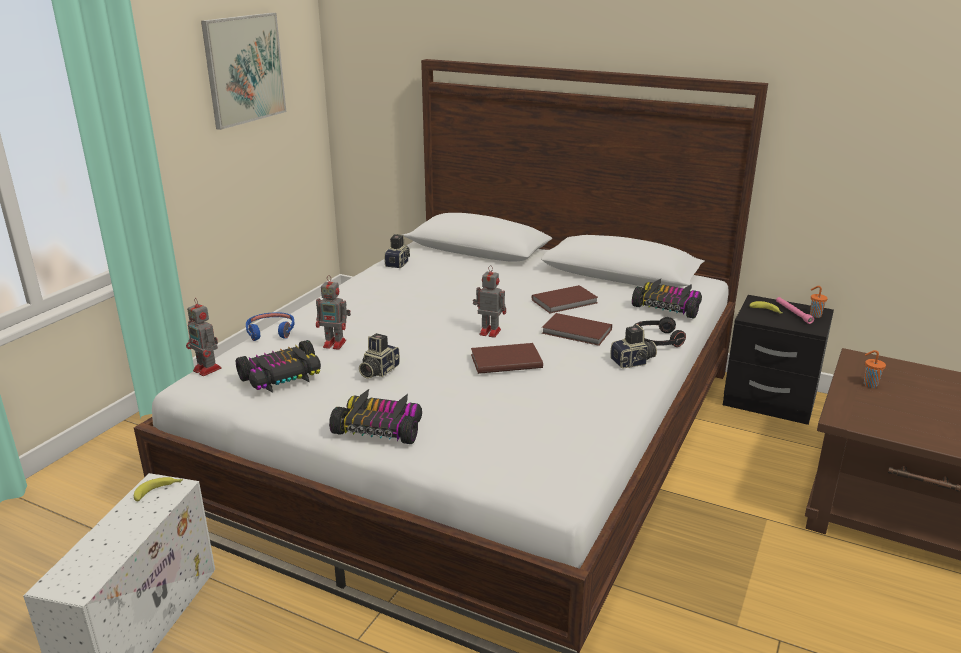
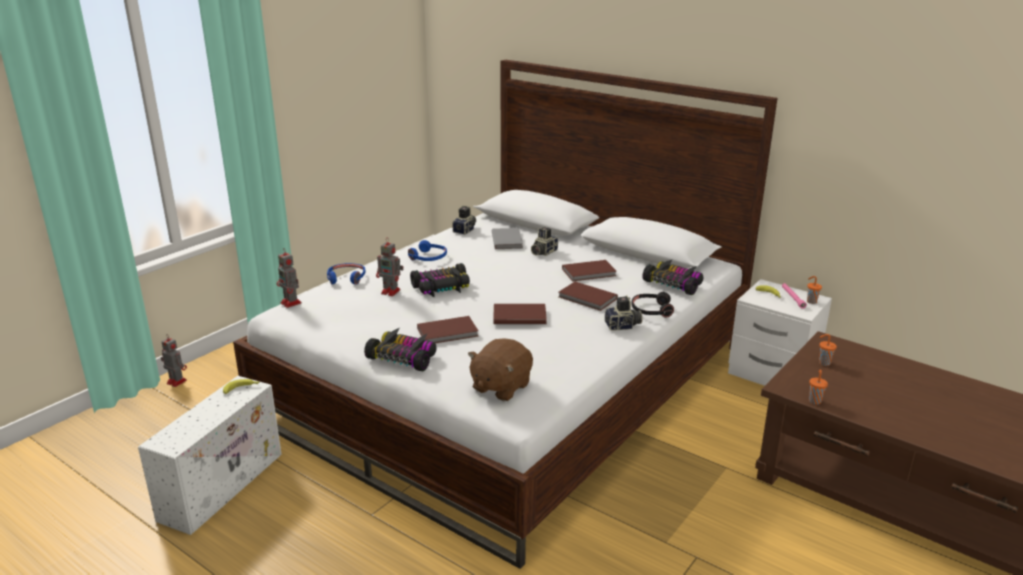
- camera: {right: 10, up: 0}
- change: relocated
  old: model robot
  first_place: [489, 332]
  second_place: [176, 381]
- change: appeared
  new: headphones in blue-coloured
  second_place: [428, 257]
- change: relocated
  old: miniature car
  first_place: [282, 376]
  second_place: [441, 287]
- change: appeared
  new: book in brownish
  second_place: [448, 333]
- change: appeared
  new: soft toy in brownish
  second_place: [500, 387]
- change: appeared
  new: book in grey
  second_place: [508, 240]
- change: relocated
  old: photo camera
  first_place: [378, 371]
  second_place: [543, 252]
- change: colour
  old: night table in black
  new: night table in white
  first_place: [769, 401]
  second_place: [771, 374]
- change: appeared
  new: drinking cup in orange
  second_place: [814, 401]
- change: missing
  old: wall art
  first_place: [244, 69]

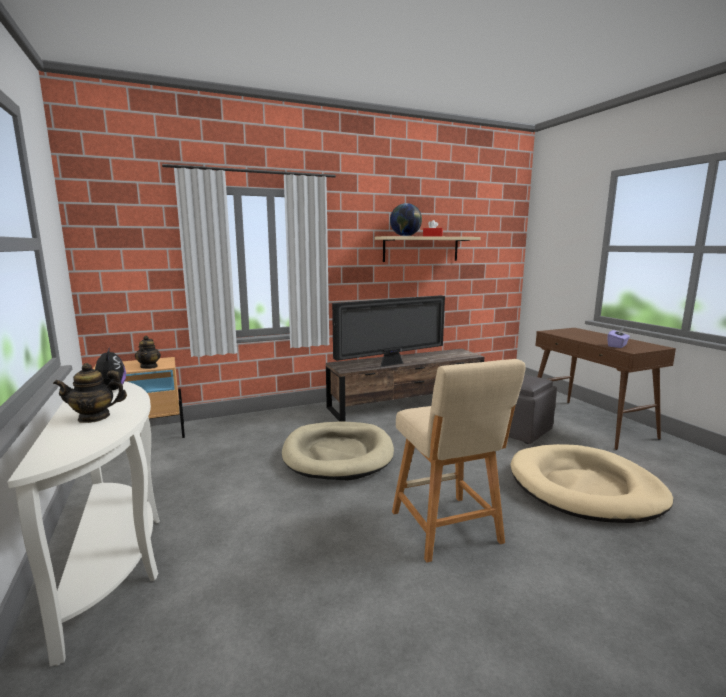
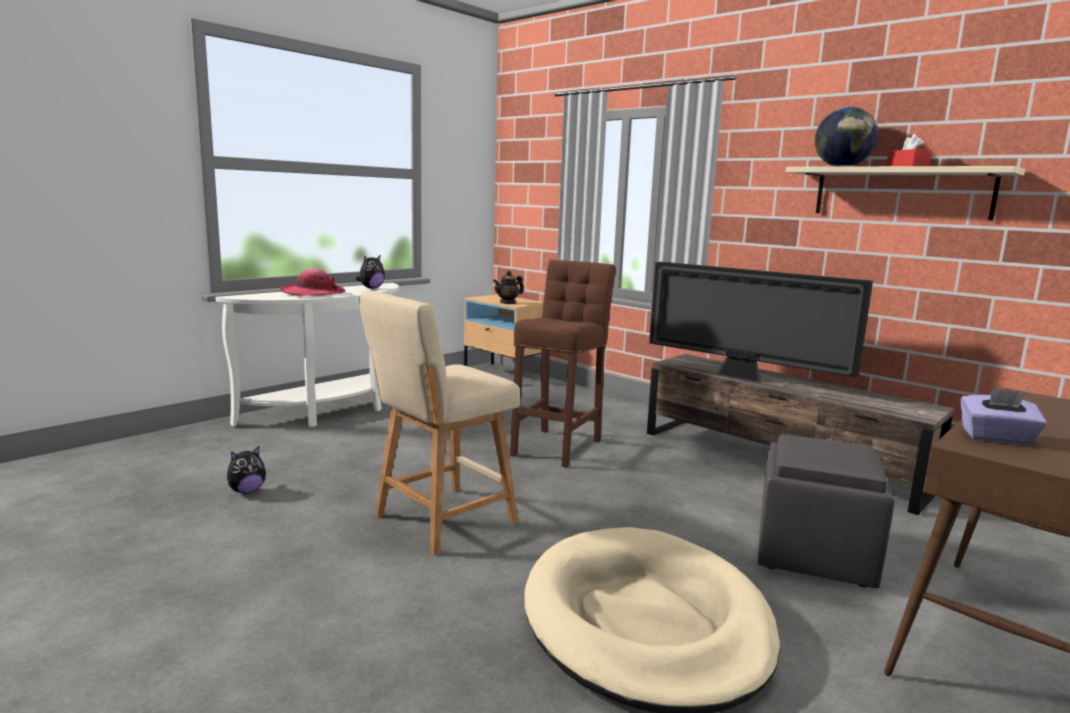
- camera: {right: 65, up: 0}
- change: appeared
  new: soft toy
  second_place: [247, 491]
- change: exchanged
  old: pot for tea
  new: hat
  first_place: [94, 417]
  second_place: [312, 293]
- change: exchanged
  old: pet bed in beige
  new: stool in brownish
  first_place: [338, 454]
  second_place: [558, 446]

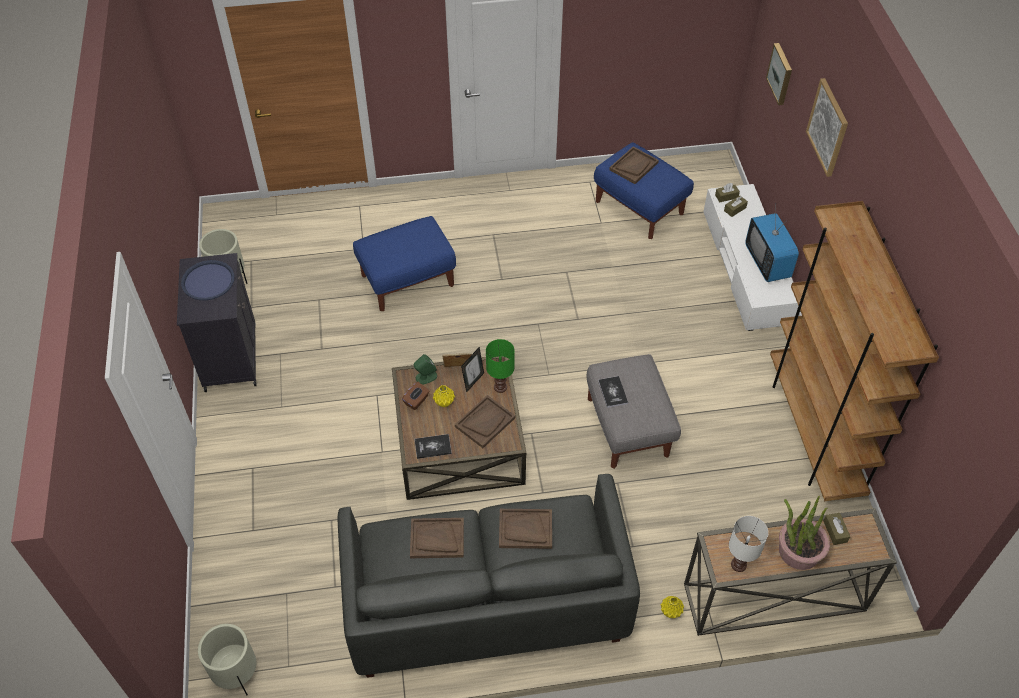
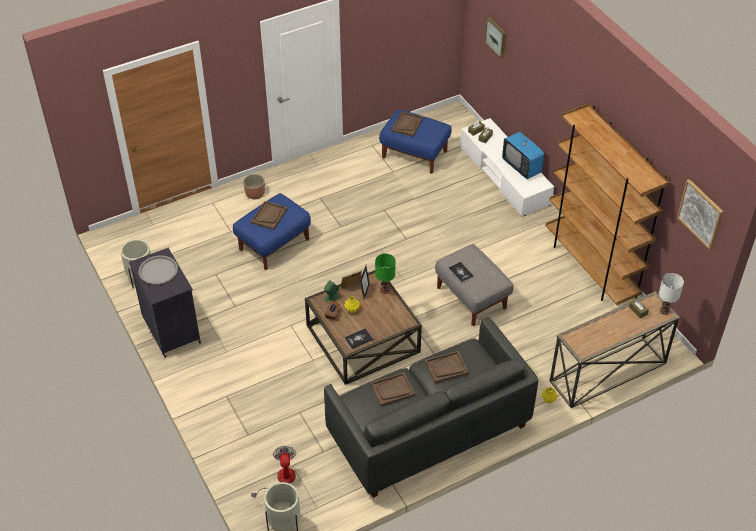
- camera: {right: -20, up: -5}
- change: colour
  old: carrying tray in blue-coloured
  new: carrying tray in grey
  first_place: [208, 281]
  second_place: [158, 270]
- change: appeared
  new: plant pot
  second_place: [255, 194]
- change: relocated
  old: carrying tray in brownish
  first_place: [485, 422]
  second_place: [269, 216]
- change: appeared
  new: electric fan
  second_place: [281, 480]
- change: relocated
  old: tabletop lamp in white
  first_place: [738, 565]
  second_place: [664, 311]
- change: relocated
  old: wall art
  first_place: [828, 127]
  second_place: [701, 214]
- change: missing
  old: potted plant
  first_place: [798, 551]

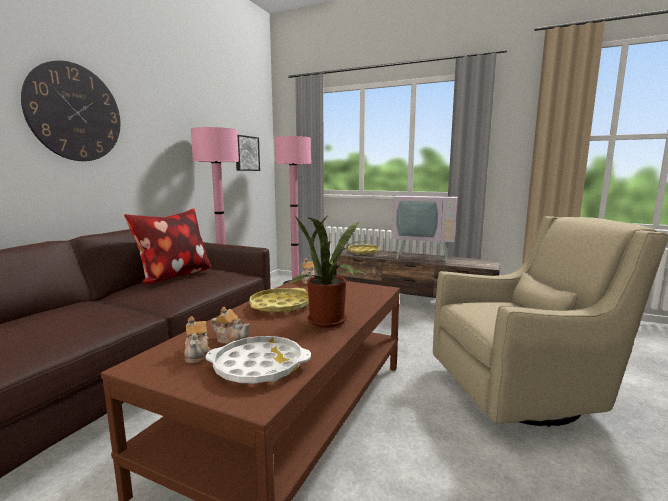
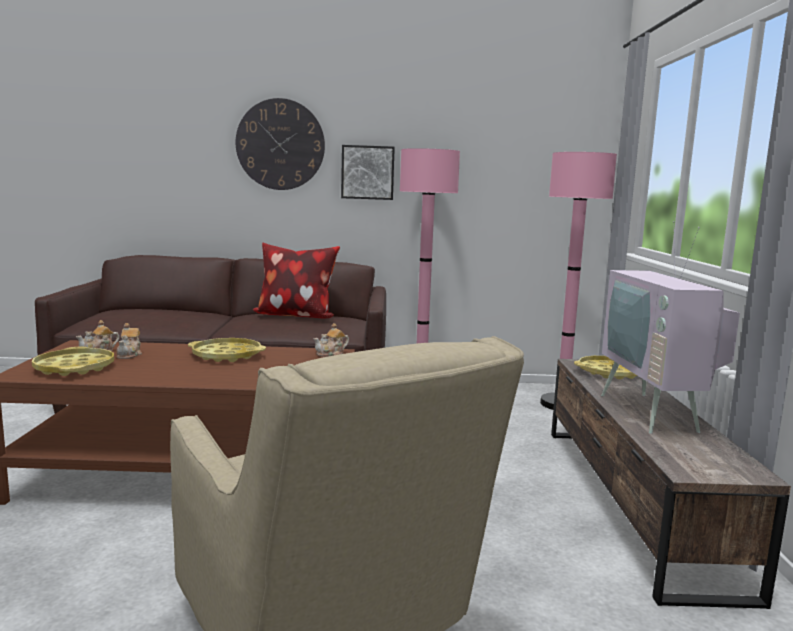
- camera: {right: 65, up: 0}
- change: colour
  old: carrying tray in white
  new: carrying tray in yellow-coloured
  first_place: [259, 366]
  second_place: [75, 368]
- change: relocated
  old: wall art
  first_place: [246, 153]
  second_place: [367, 172]
- change: missing
  old: potted plant
  first_place: [330, 322]

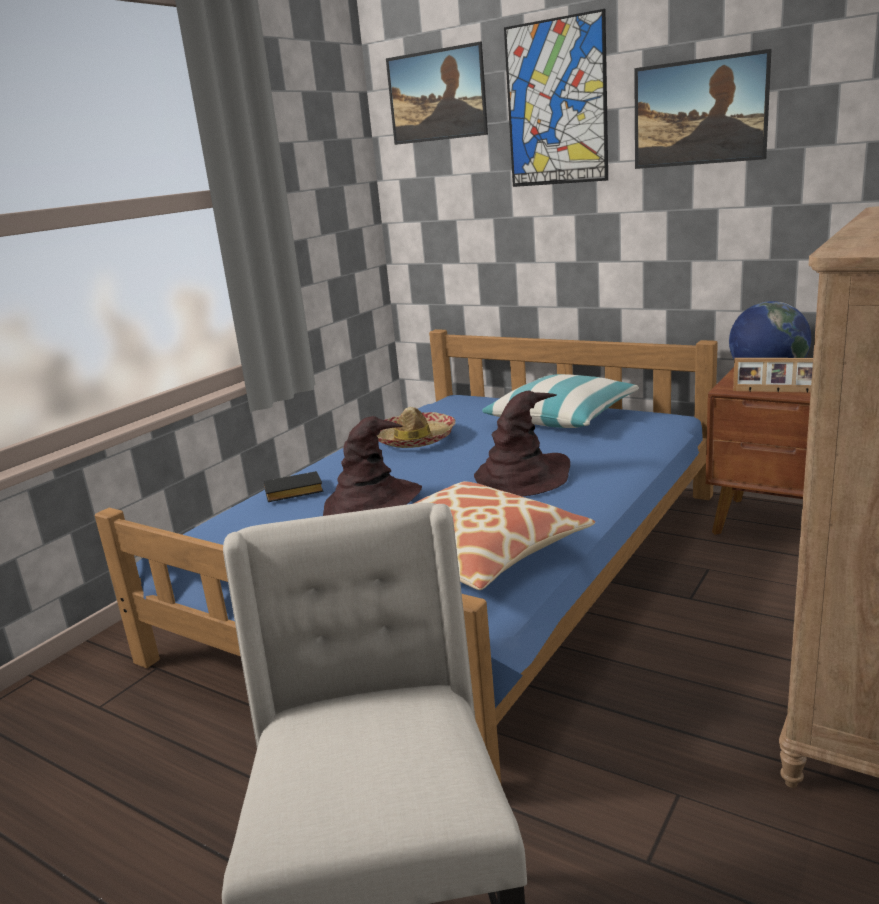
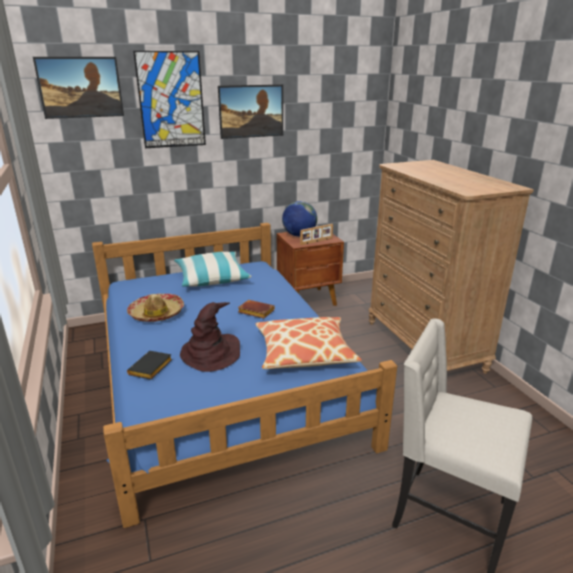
- camera: {right: -55, up: 5}
- change: exchanged
  old: hat in brownish
  new: book in brownish
  first_place: [522, 477]
  second_place: [255, 312]

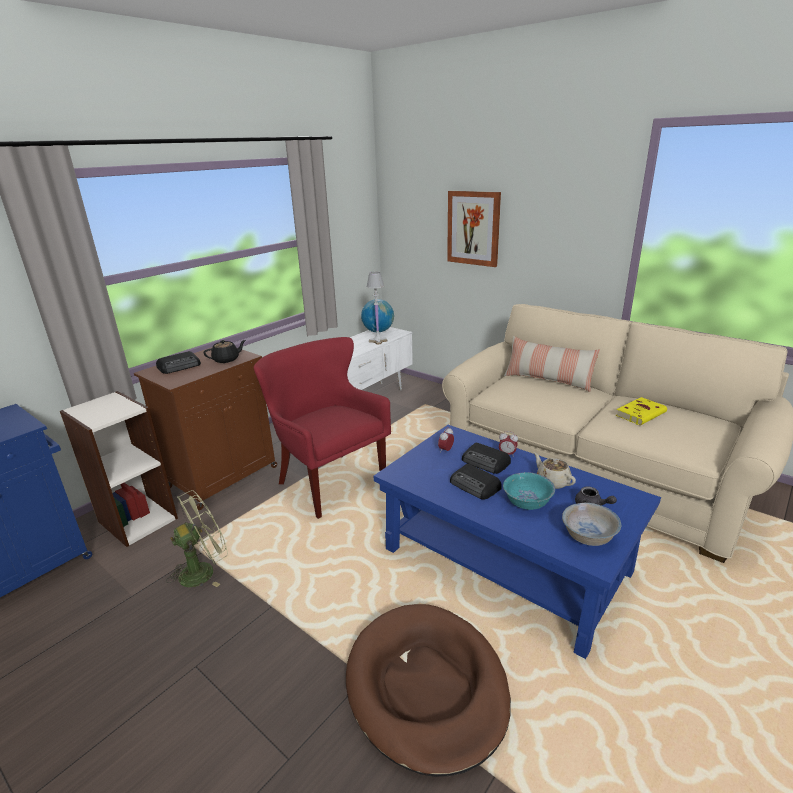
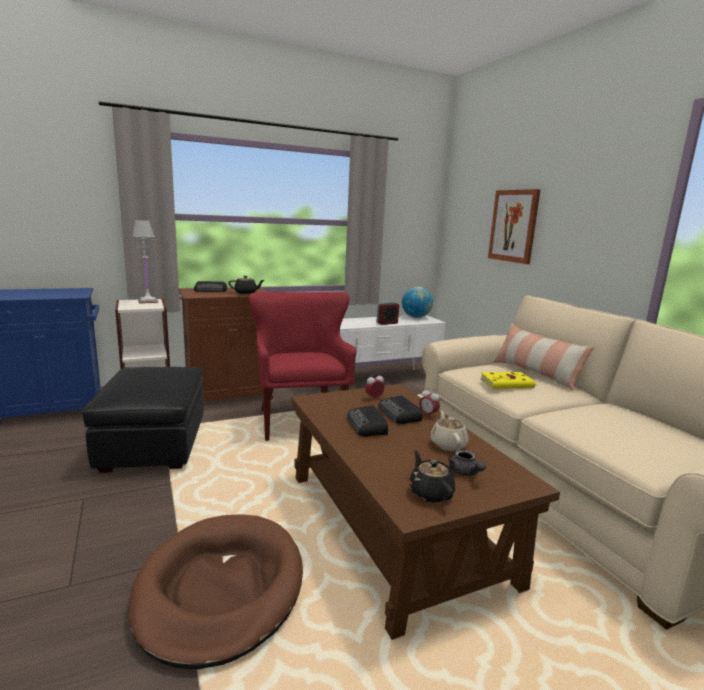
- camera: {right: 25, up: -10}
- change: exchanged
  old: electric fan in green-coloured
  new: footrest in black
  first_place: [204, 570]
  second_place: [153, 445]
- change: relocated
  old: tabletop lamp in white
  first_place: [378, 341]
  second_place: [148, 301]
- change: colour
  old: lounge table in blue-coloured
  new: lounge table in brownish
  first_place: [506, 560]
  second_place: [395, 526]
- change: appeared
  new: table clock
  second_place: [387, 323]
- change: exchanged
  old: serving bowl in white
  new: pot for tea in black
  first_place: [589, 536]
  second_place: [430, 492]
- change: relocated
  old: book in yellow-coloured
  first_place: [641, 414]
  second_place: [508, 384]
- change: missing
  old: serving bowl in turquoise
  first_place: [527, 502]

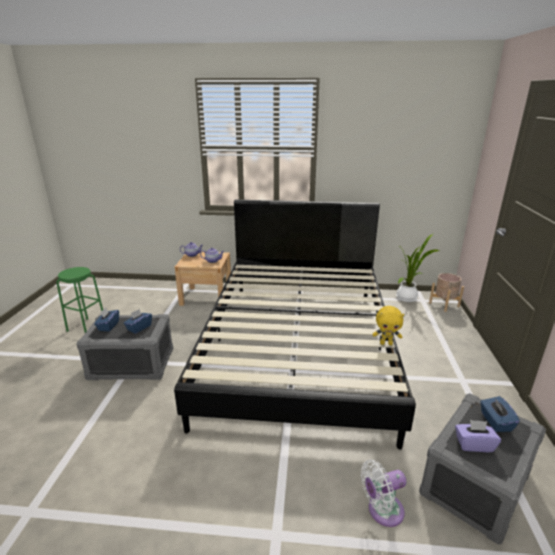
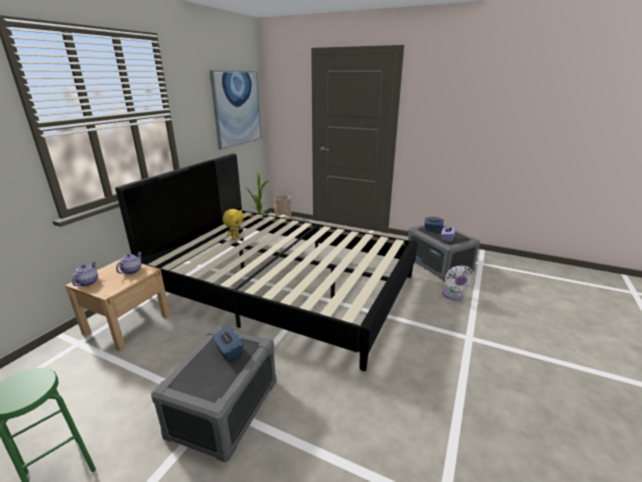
- camera: {right: -70, up: 0}
- change: appeared
  new: wall art
  second_place: [237, 108]
- change: relocated
  old: soft toy in yellow-coloured
  first_place: [386, 343]
  second_place: [235, 238]
- change: missing
  old: tissue holder in blue-coloured
  first_place: [108, 326]

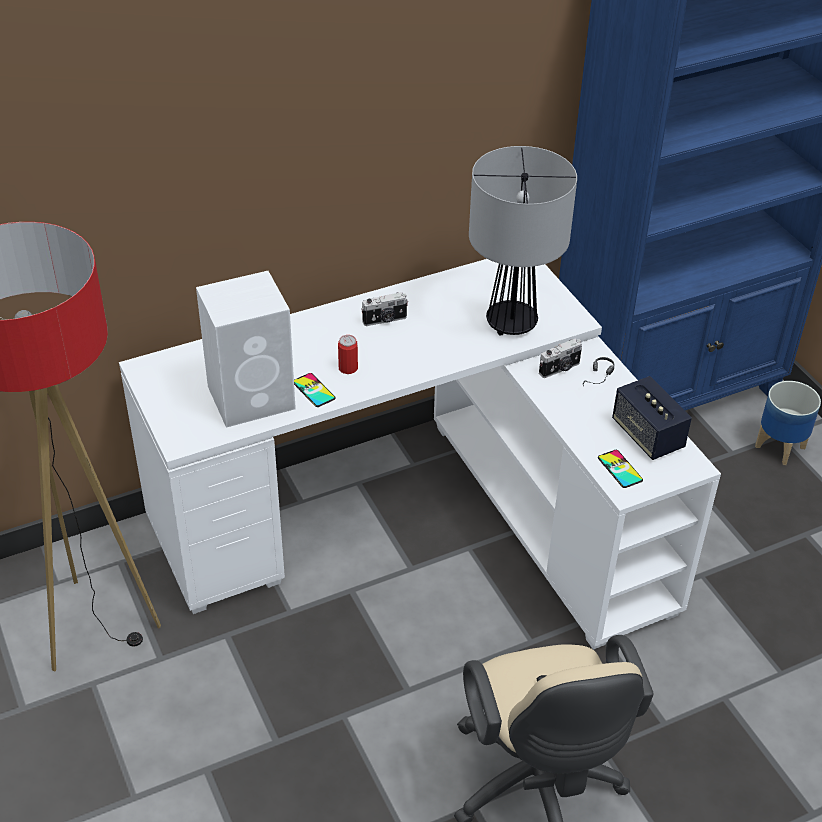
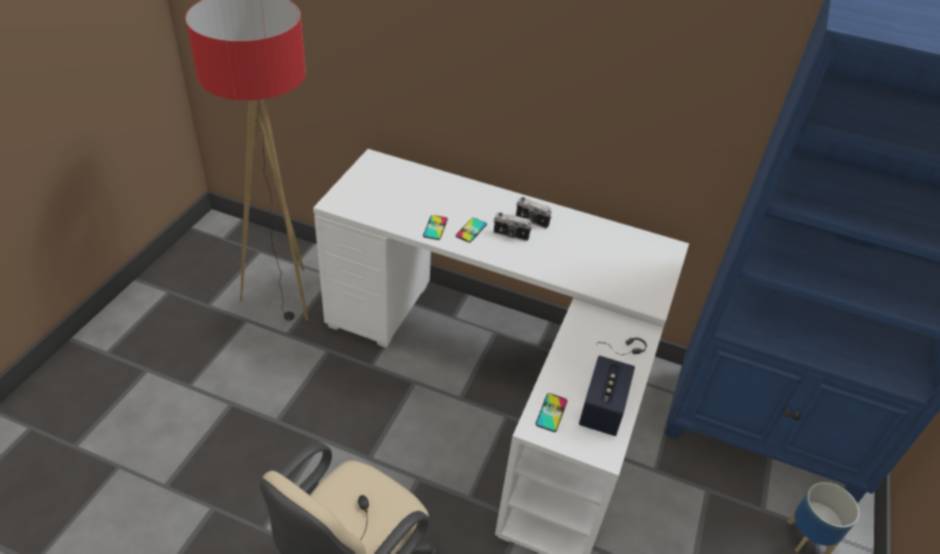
- camera: {right: 45, up: 0}
- change: exchanged
  old: sealed can
  new: handset
  first_place: [348, 368]
  second_place: [471, 230]
- change: relocated
  old: photo camera
  first_place: [560, 369]
  second_place: [510, 235]
- change: missing
  old: audio speaker in white
  first_place: [253, 397]
- change: missing
  old: tabletop lamp
  first_place: [510, 323]

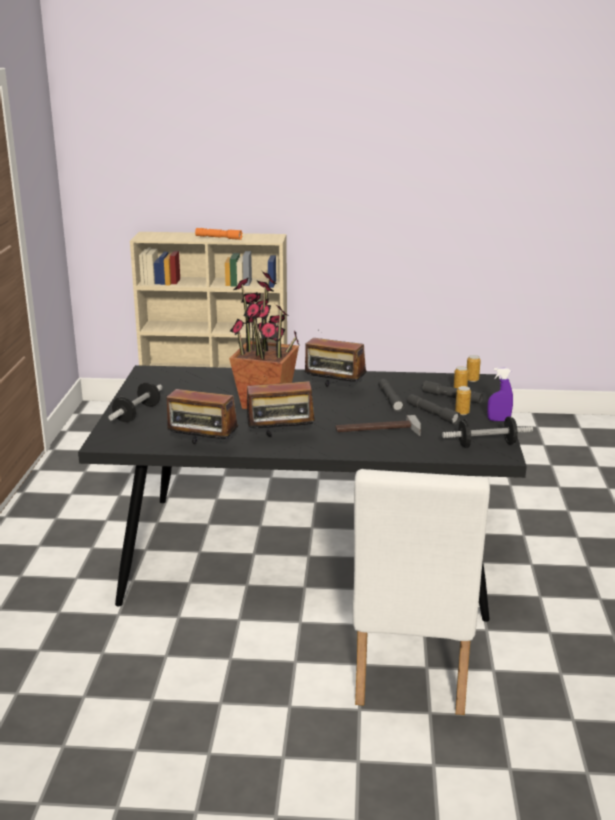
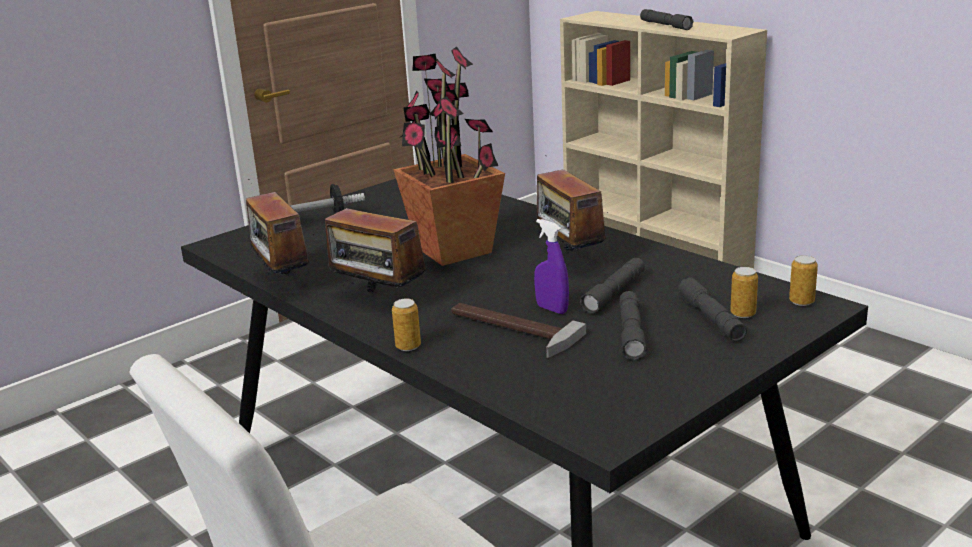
- camera: {right: 45, up: 0}
- change: relocated
  old: sealed can
  first_place: [462, 413]
  second_place: [408, 346]
- change: relocated
  old: hand sprayer in purple
  first_place: [498, 420]
  second_place: [552, 309]
- change: colour
  old: torch in orange
  new: torch in grey
  first_place: [218, 238]
  second_place: [665, 25]
- change: missing
  old: hand weight
  first_place: [486, 444]

